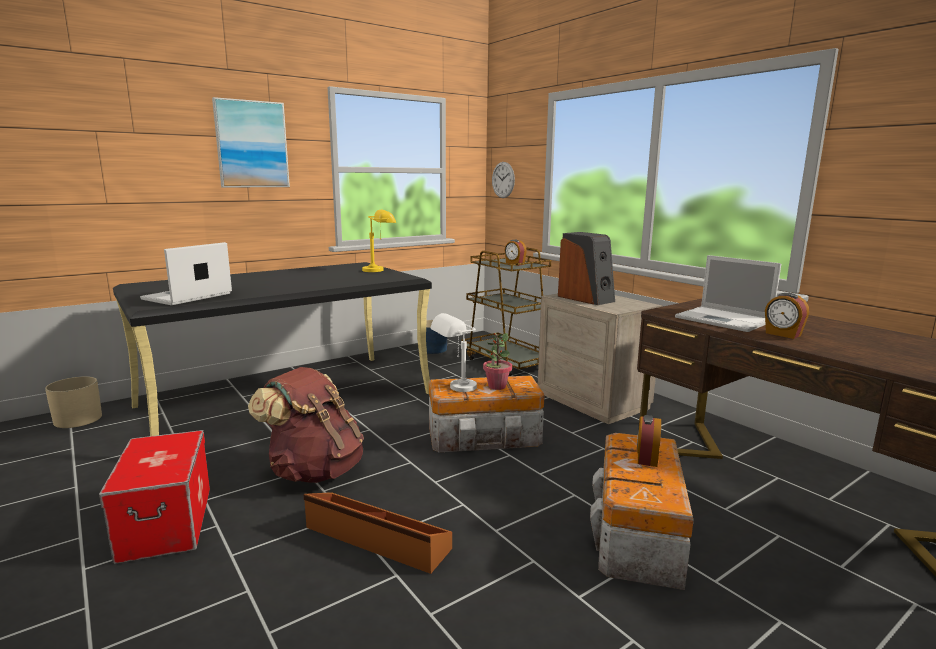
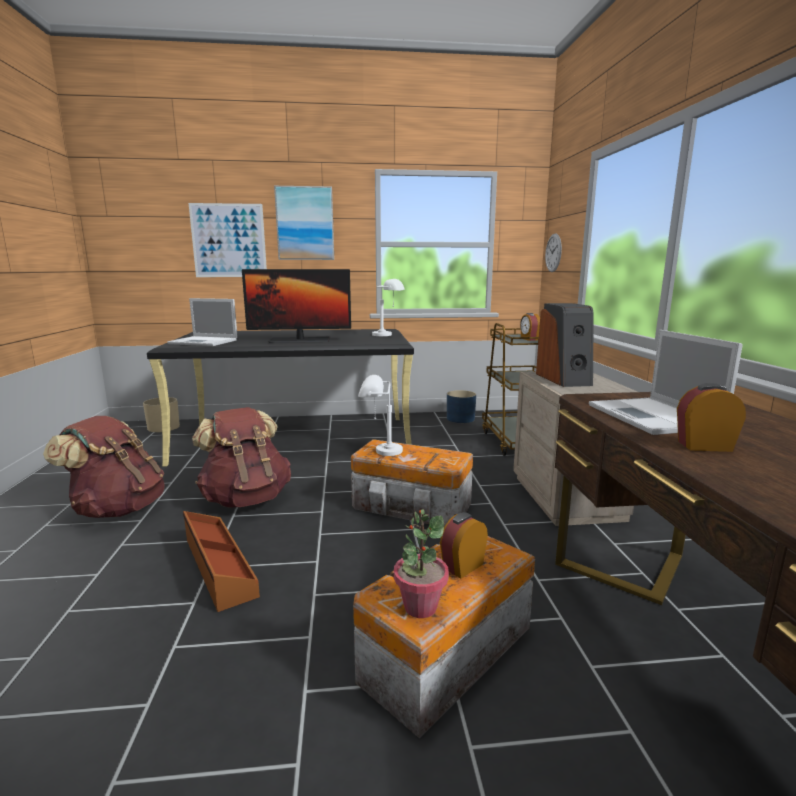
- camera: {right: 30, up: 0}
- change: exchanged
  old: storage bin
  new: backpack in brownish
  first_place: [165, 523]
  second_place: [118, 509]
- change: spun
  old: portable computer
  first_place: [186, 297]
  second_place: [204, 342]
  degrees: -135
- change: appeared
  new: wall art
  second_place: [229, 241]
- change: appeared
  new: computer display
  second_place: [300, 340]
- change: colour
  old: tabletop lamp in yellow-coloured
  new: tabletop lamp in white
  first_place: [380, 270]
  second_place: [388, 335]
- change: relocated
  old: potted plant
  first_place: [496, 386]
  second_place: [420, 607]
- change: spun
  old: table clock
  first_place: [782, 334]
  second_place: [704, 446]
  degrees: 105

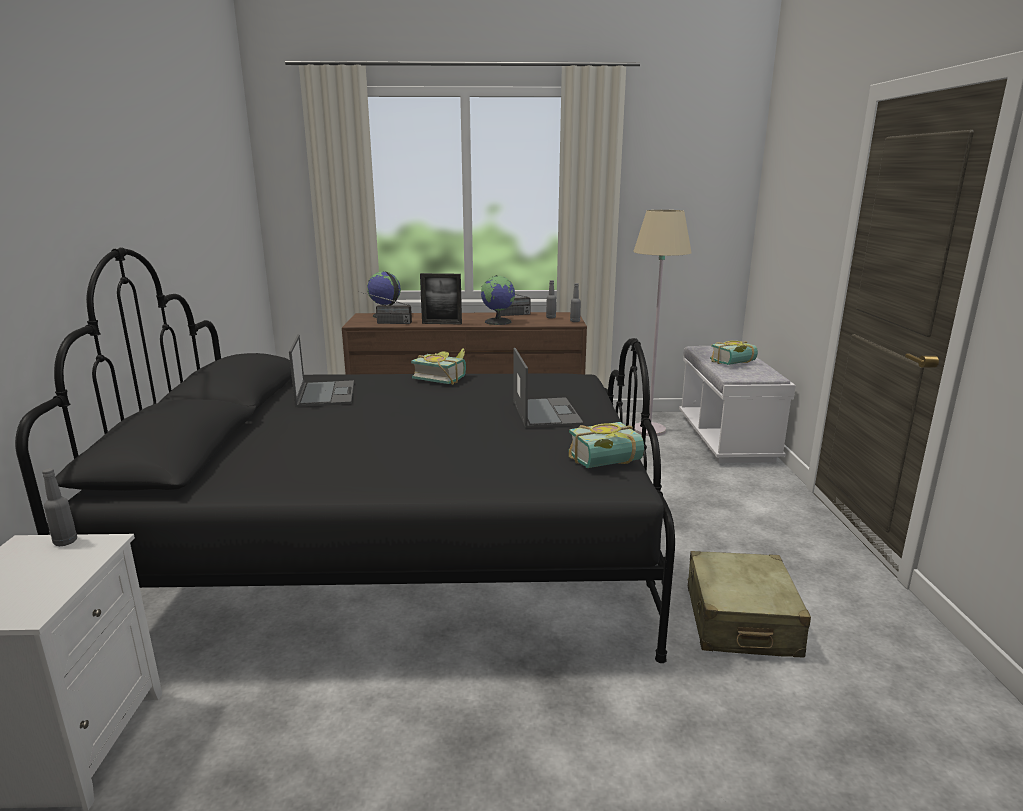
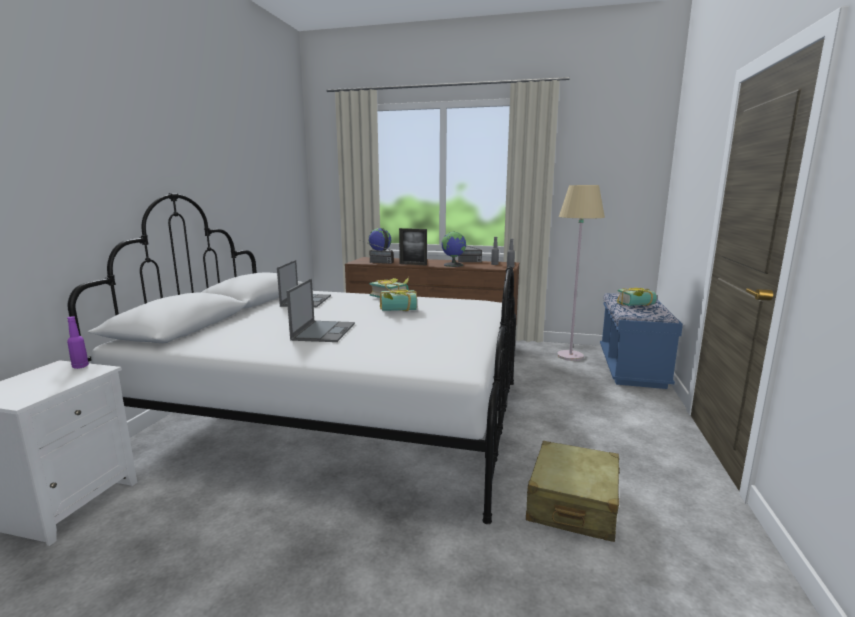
- camera: {right: 15, up: -5}
- change: colour
  old: bottle in grey
  new: bottle in purple
  first_place: [65, 542]
  second_place: [80, 366]
- change: colour
  old: sleeping bed in black
  new: sleeping bed in white
  first_place: [401, 552]
  second_place: [339, 417]
- change: relocated
  old: portable computer
  first_place: [545, 412]
  second_place: [324, 331]
- change: relocated
  old: book
  first_place: [608, 463]
  second_place: [398, 311]
- change: colour
  old: bench in white
  new: bench in blue-coloured
  first_place: [726, 439]
  second_place: [632, 368]

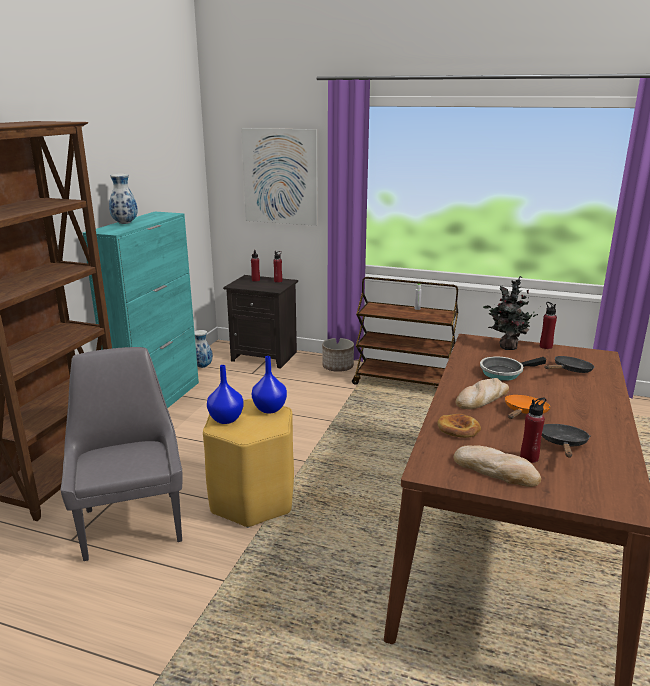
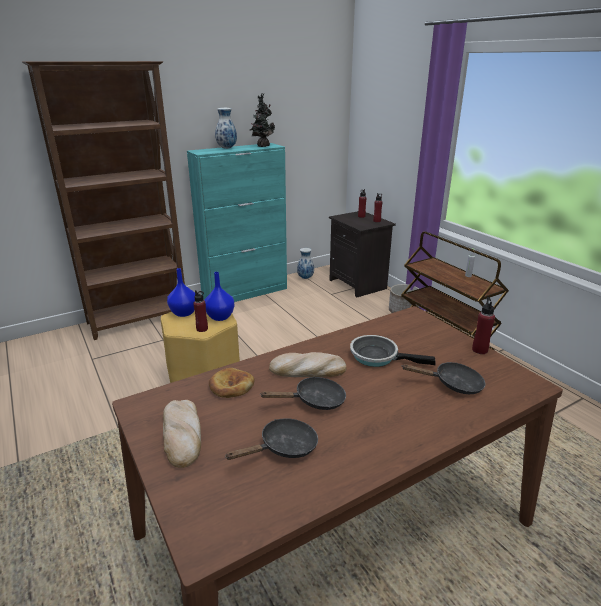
- camera: {right: 40, up: 5}
- change: relocated
  old: bottle in red-coloured
  first_place: [529, 458]
  second_place: [202, 329]
- change: relocated
  old: potted plant
  first_place: [506, 347]
  second_place: [262, 146]
- change: colour
  old: frying pan in orange
  new: frying pan in black
  first_place: [524, 412]
  second_place: [314, 401]
- change: missing
  old: upright chair in grey
  first_place: [132, 522]
- change: missing
  old: wall art
  first_place: [280, 177]

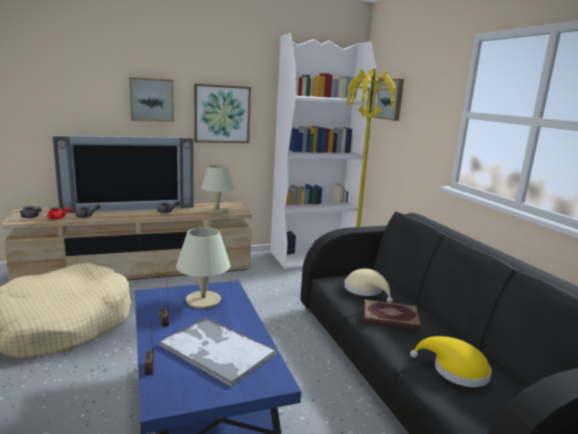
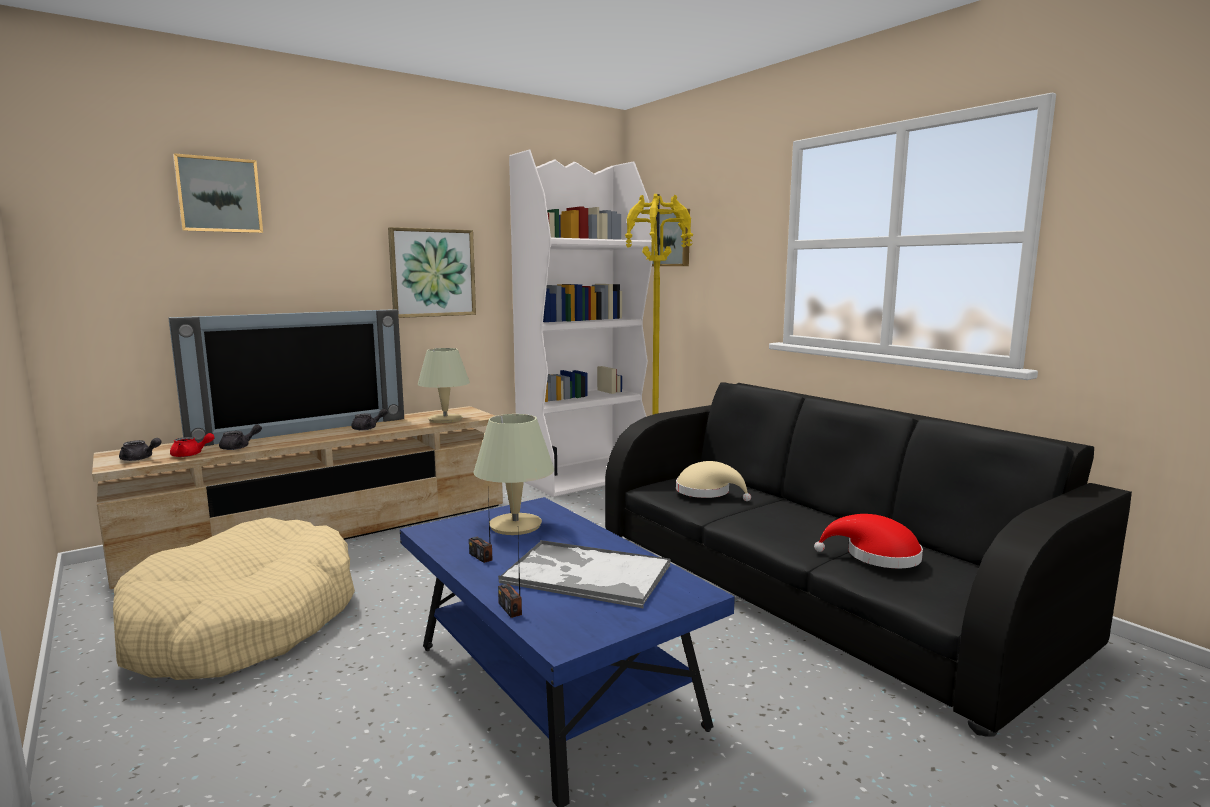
- camera: {right: -15, up: -5}
- change: relocated
  old: wall art
  first_place: [151, 99]
  second_place: [219, 195]
- change: colour
  old: hat in yellow-coloured
  new: hat in red-coloured
  first_place: [455, 370]
  second_place: [876, 556]
- change: missing
  old: book
  first_place: [390, 317]

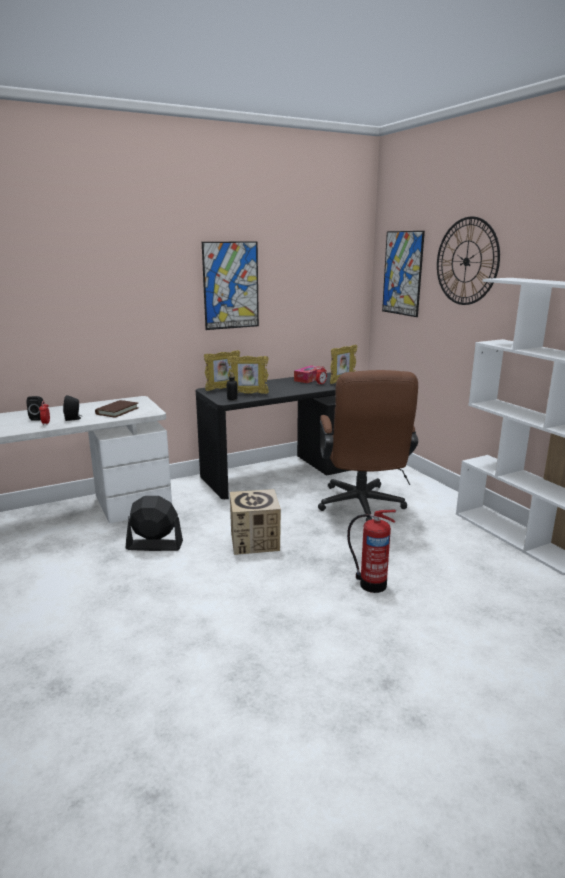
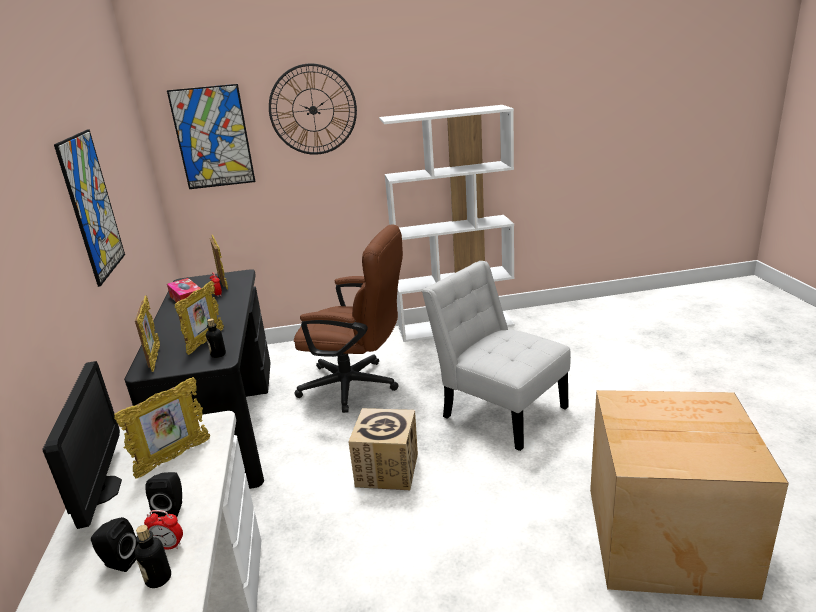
- camera: {right: -70, up: 5}
- change: appeared
  new: computer display
  second_place: [101, 490]
- change: exchanged
  old: book in brownish
  new: photo frame
  first_place: [117, 411]
  second_place: [173, 458]
- change: appeared
  new: bottle
  second_place: [158, 578]
- change: exchanged
  old: fire-fighting cylinder
  new: upright chair in white
  first_place: [371, 584]
  second_place: [499, 409]
- change: appeared
  new: carton
  second_place: [663, 537]
- change: missing
  old: electric fan in black
  first_place: [154, 545]

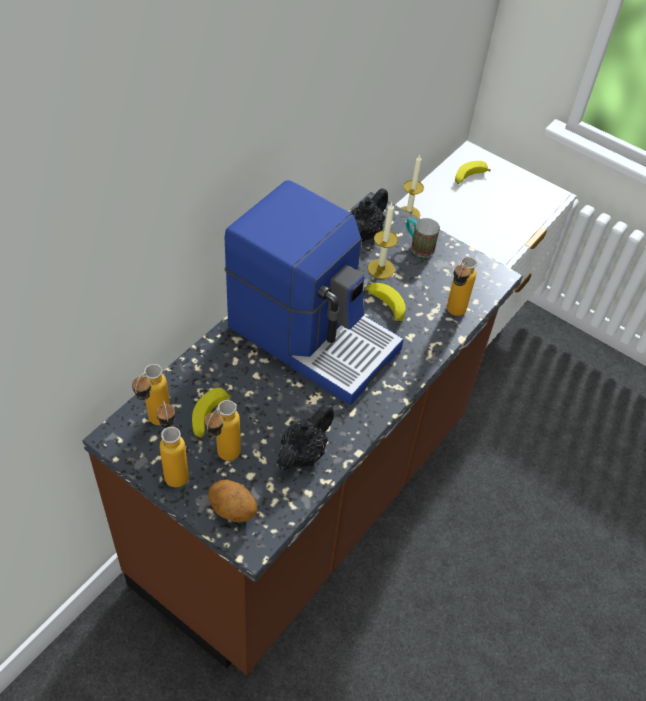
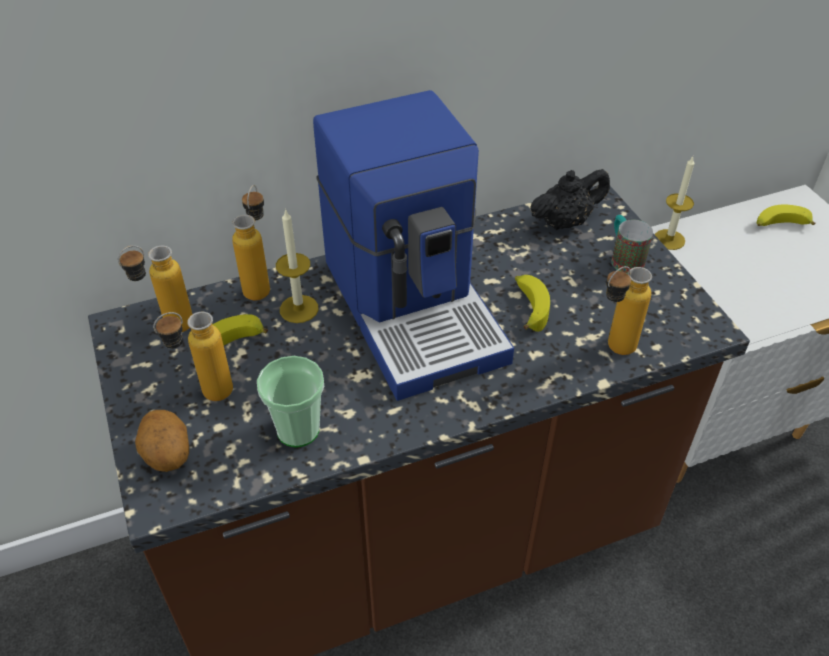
- camera: {right: 35, up: -5}
- change: relocated
  old: bottle
  first_place: [174, 469]
  second_place: [260, 284]
- change: exchanged
  old: pot for tea in black
  new: drinking cup
  first_place: [303, 453]
  second_place: [298, 430]
- change: relocated
  old: wax candle
  first_place: [381, 269]
  second_place: [299, 309]

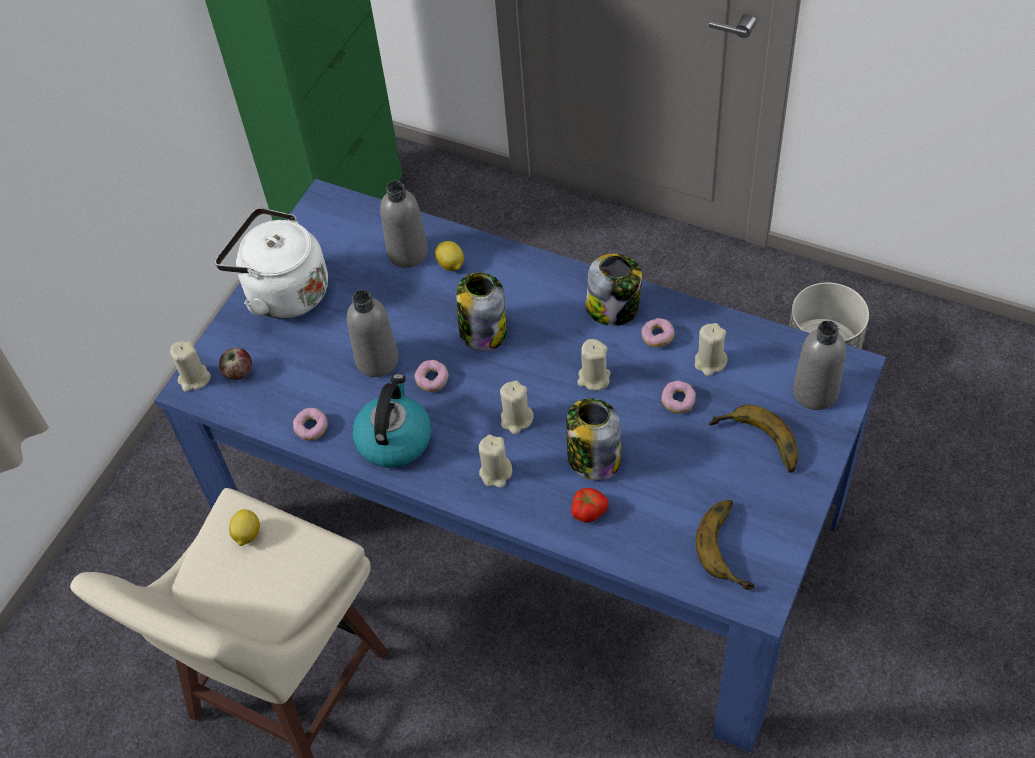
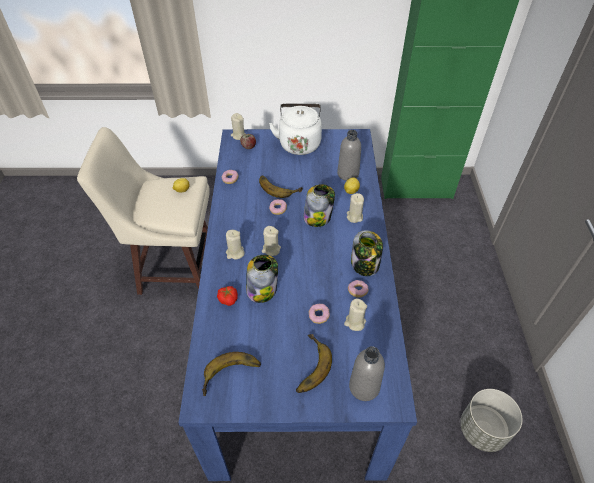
- camera: {right: 60, up: -5}
- change: exchanged
  old: bottle in grey
  new: whole banana
  first_place: [377, 360]
  second_place: [279, 186]
- change: relocated
  old: wax candle in beige
  first_place: [593, 378]
  second_place: [354, 216]
- change: missing
  old: water kettle
  first_place: [394, 439]

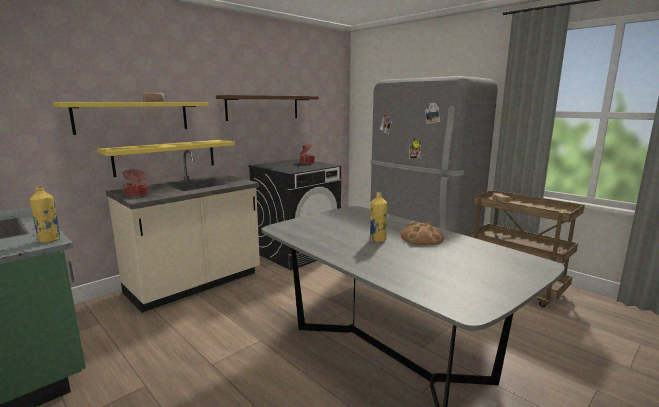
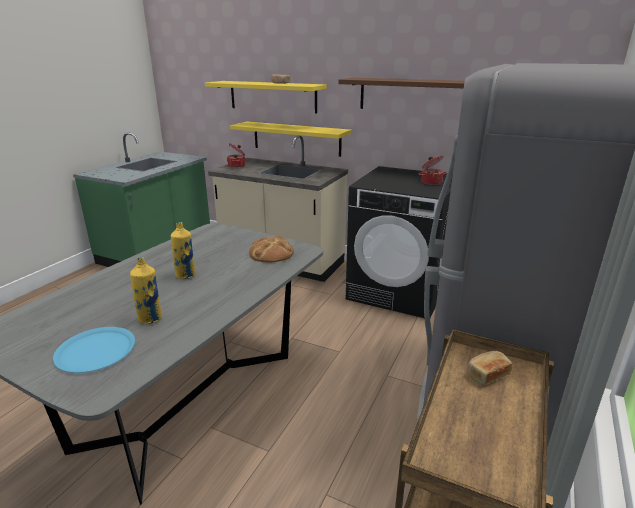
- camera: {right: 70, up: 10}
- change: appeared
  new: dinner plate in blue-coloured
  second_place: [96, 350]
- change: relocated
  old: bottle in yellow-coloured
  first_place: [49, 240]
  second_place: [150, 319]
- change: relocated
  old: baked bread
  first_place: [422, 238]
  second_place: [271, 253]

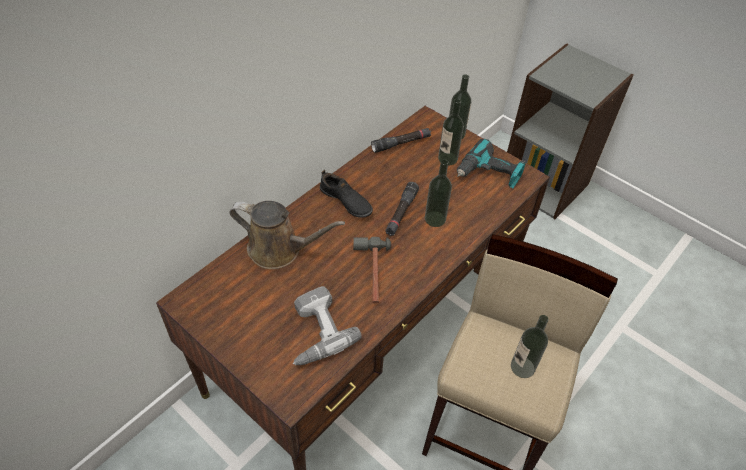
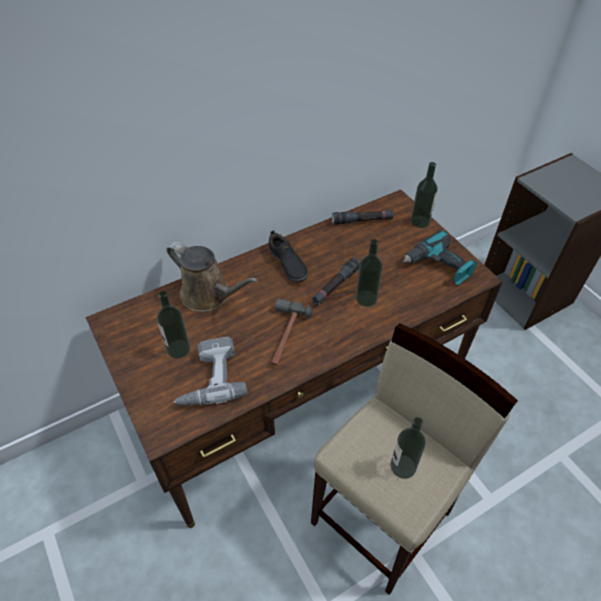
- camera: {right: 20, up: 0}
- change: relocated
  old: bottle
  first_place: [447, 158]
  second_place: [178, 349]

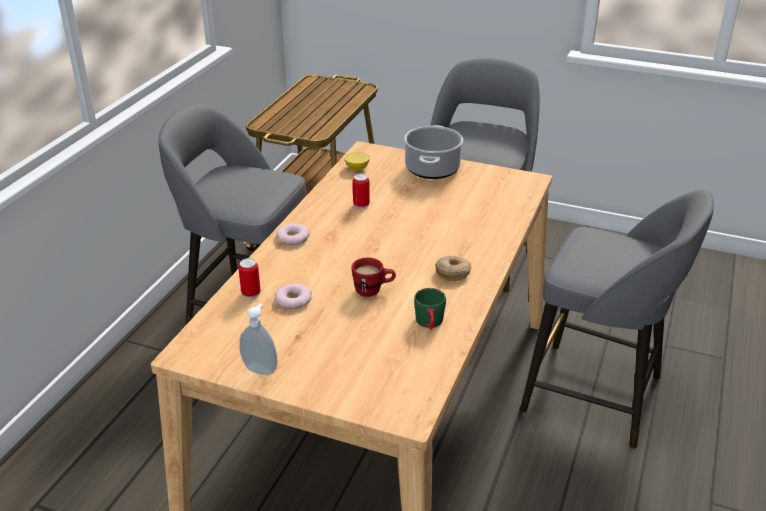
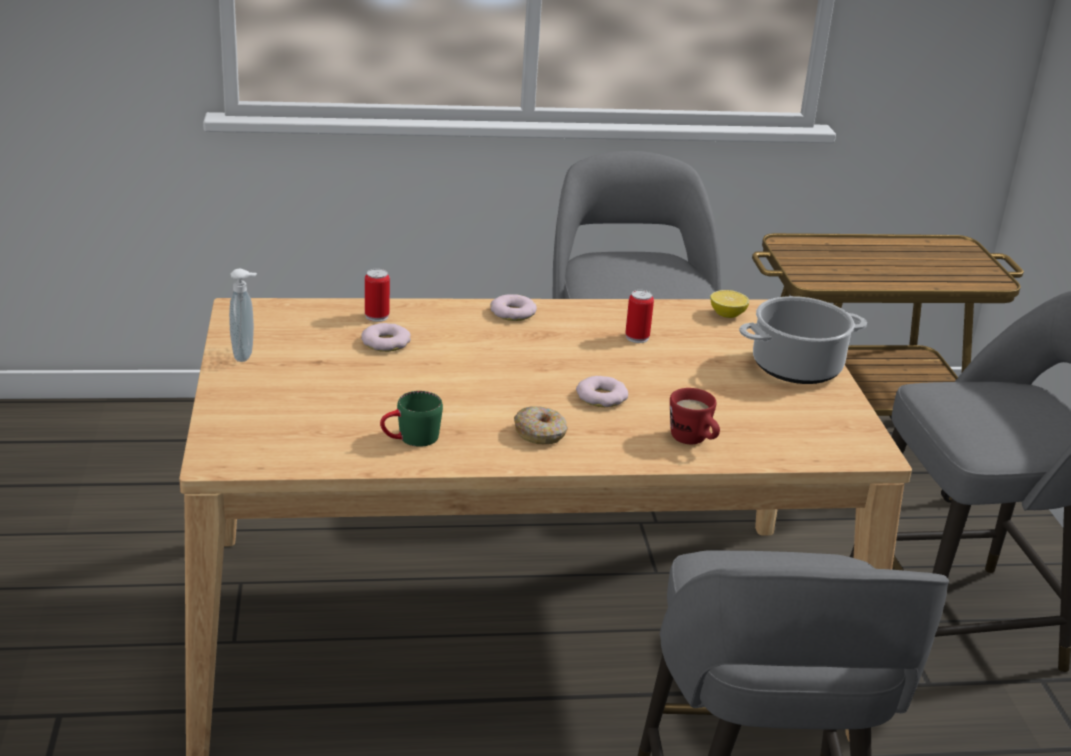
- camera: {right: 60, up: -5}
- change: appeared
  new: donut
  second_place: [602, 397]
- change: relocated
  old: coffee mug in red-coloured
  first_place: [373, 290]
  second_place: [693, 441]

